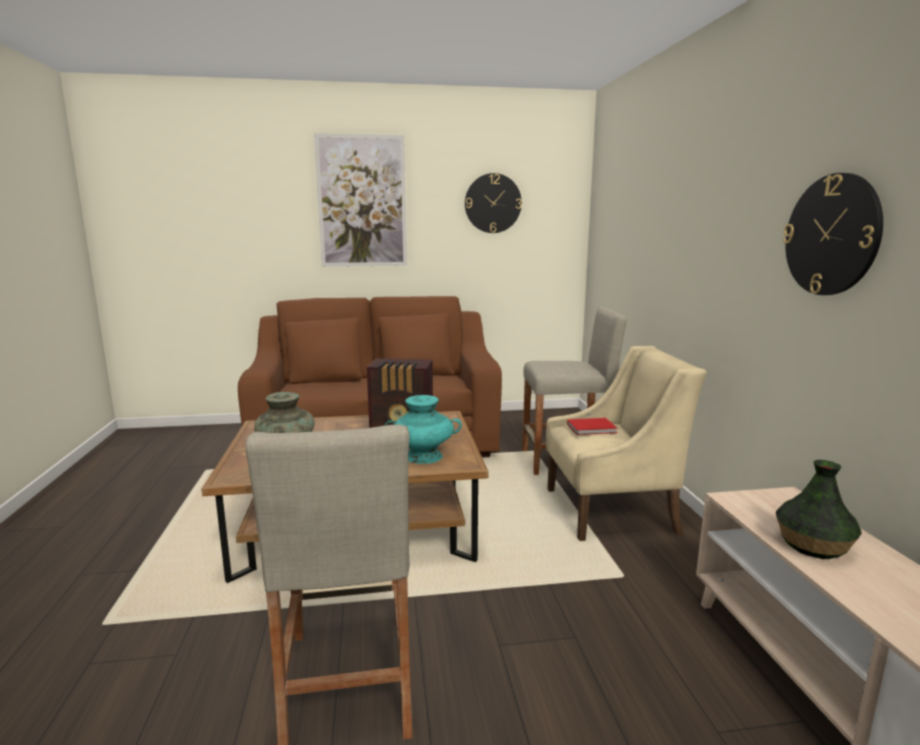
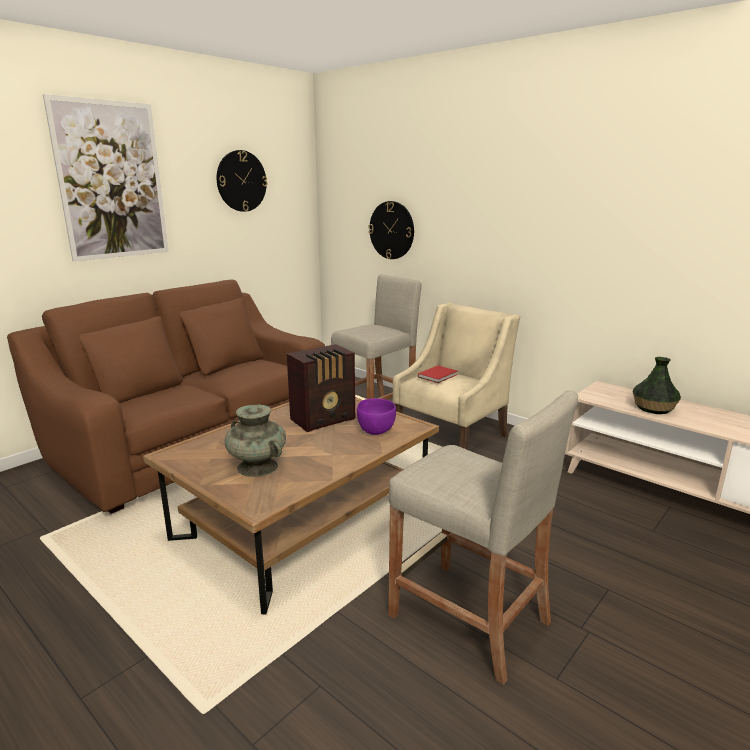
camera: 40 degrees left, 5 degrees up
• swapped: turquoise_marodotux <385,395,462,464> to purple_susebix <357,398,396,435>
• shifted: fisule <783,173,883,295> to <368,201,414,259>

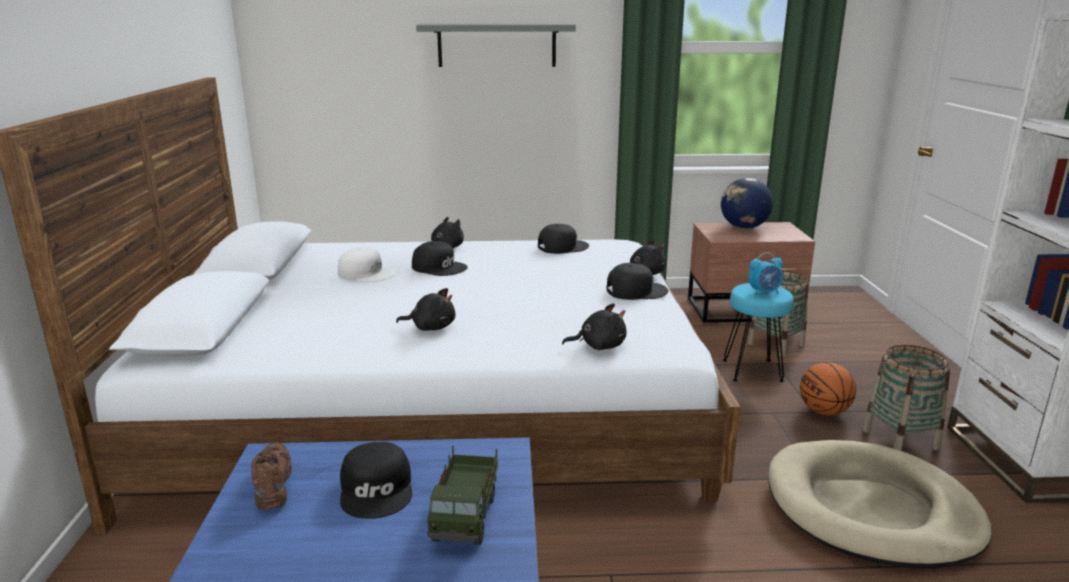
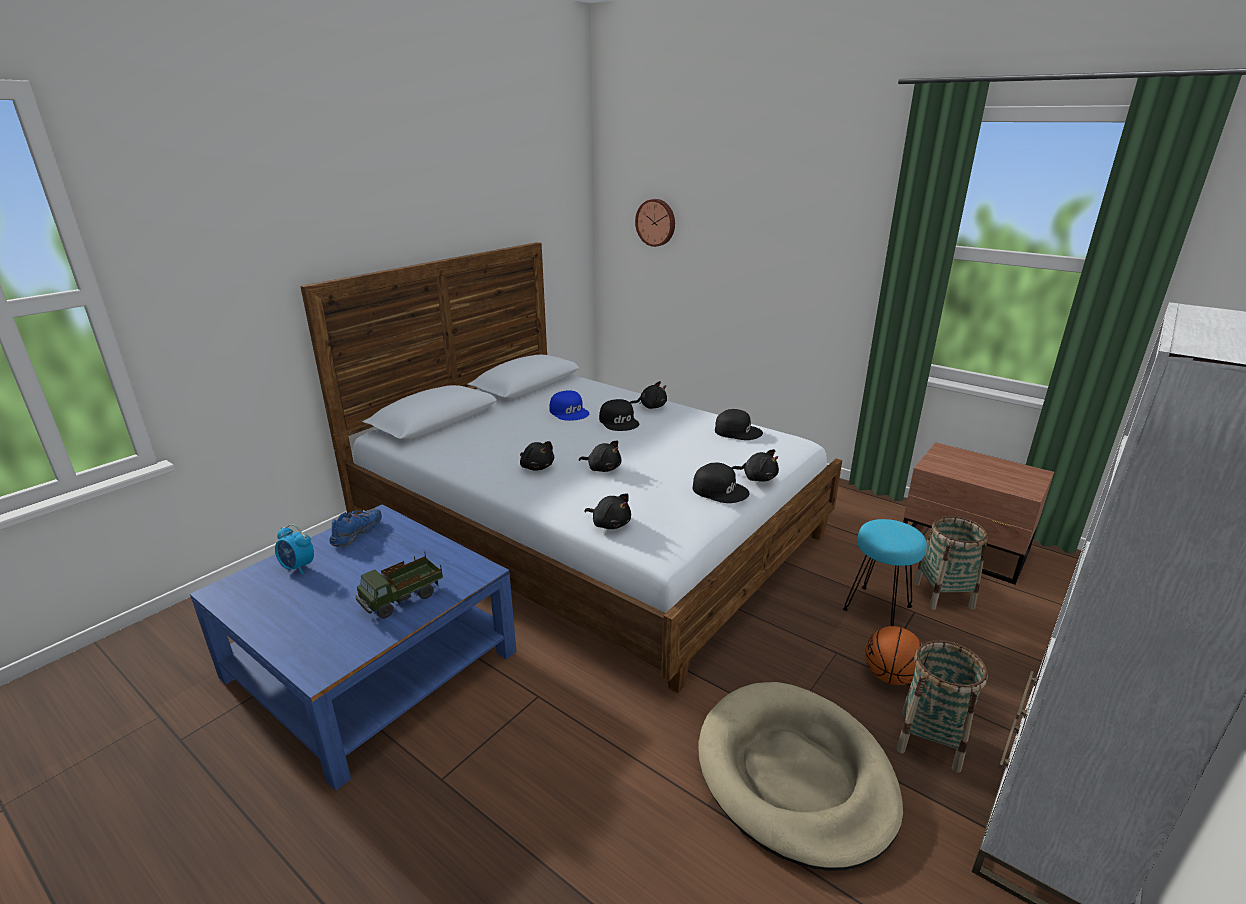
camera: 40 degrees right, 5 degrees up
• shifted: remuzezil <748,252,783,296> to <275,524,314,574>
• repainted: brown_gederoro <251,442,292,510> to blue_gederoro <330,509,382,547>
• repainted: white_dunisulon <338,247,396,282> to blue_dunisulon <549,390,589,421>
• new: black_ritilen <579,441,621,472>
• new: fisule <635,199,675,247>
• gone: black_dunisulon <340,442,412,519>
• gone: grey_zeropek <416,23,576,67>
• gone: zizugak <721,178,773,229>

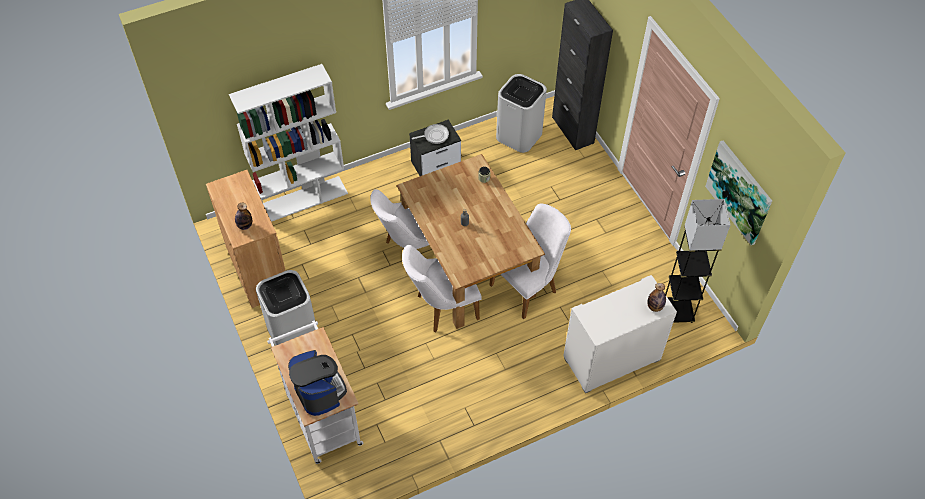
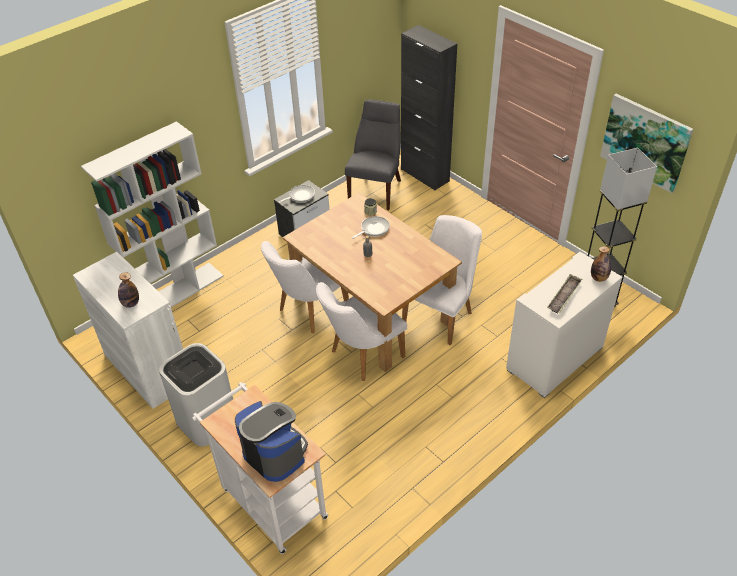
camera: 15 degrees left, 10 degrees down
• repainted: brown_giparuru <206,170,286,308> to white_giparuru <73,252,183,409>
• swapped: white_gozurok <496,74,547,153> to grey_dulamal <345,100,401,210>
• new: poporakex <352,216,390,239>
• new: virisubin <547,274,582,314>

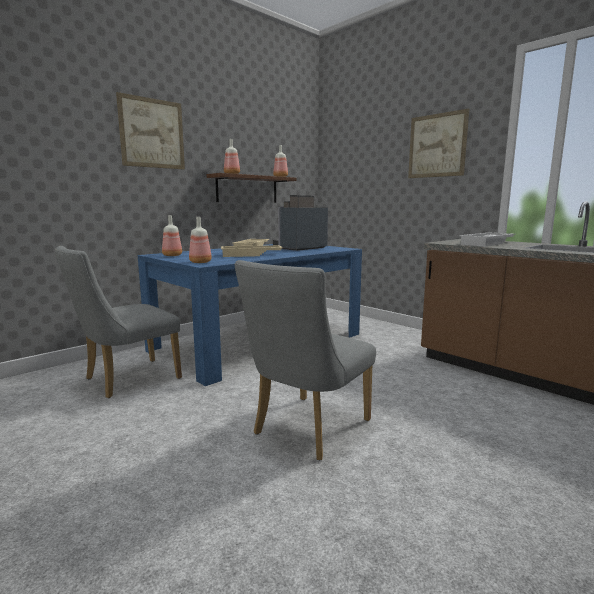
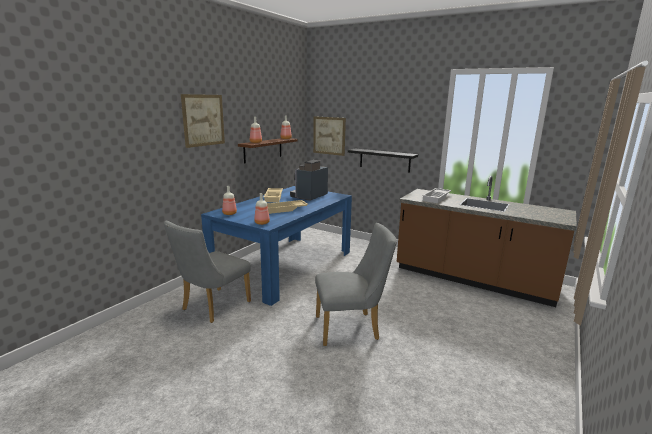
camera: 15 degrees left, 5 degrees up
• shifted: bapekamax <408,109,469,178> to <313,116,346,156>
• rotated: grey_dulamal <235,260,376,460> = <315,223,397,346> 120 degrees counterclockwise
• new: black_zeropek <348,149,418,173>

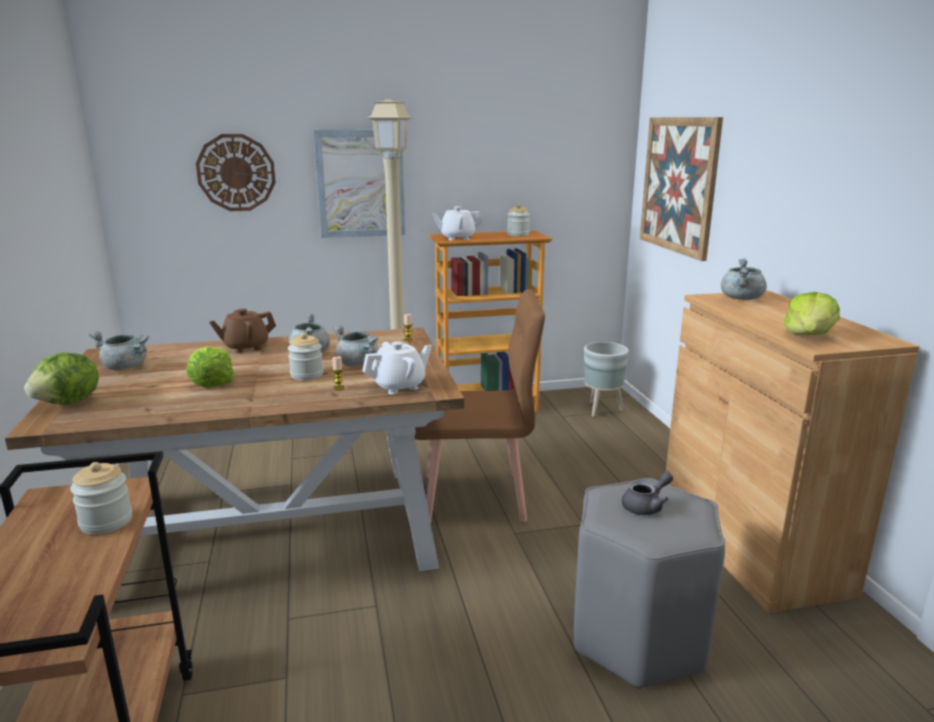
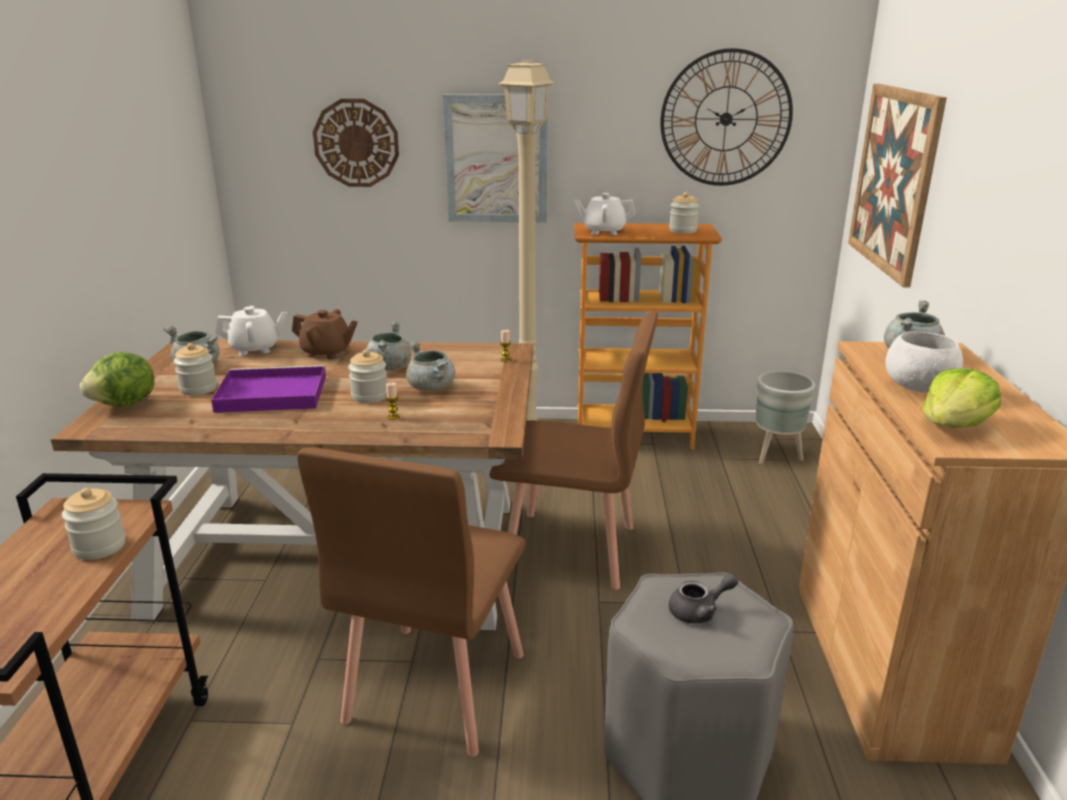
camera: 15 degrees right, 5 degrees up
• new: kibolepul <174,343,217,396>
• swapped: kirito <187,346,235,387> to purple_virisubin <211,365,326,413>
• shifted: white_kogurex <362,341,432,394> to <216,306,287,355>
• rotated: brown_kogurex <209,309,276,353> = <292,309,358,359> 150 degrees counterclockwise
• new: brown_dulamal <297,448,526,757>
• new: fisule <660,48,793,186>
• new: white_susebix <886,332,963,393>

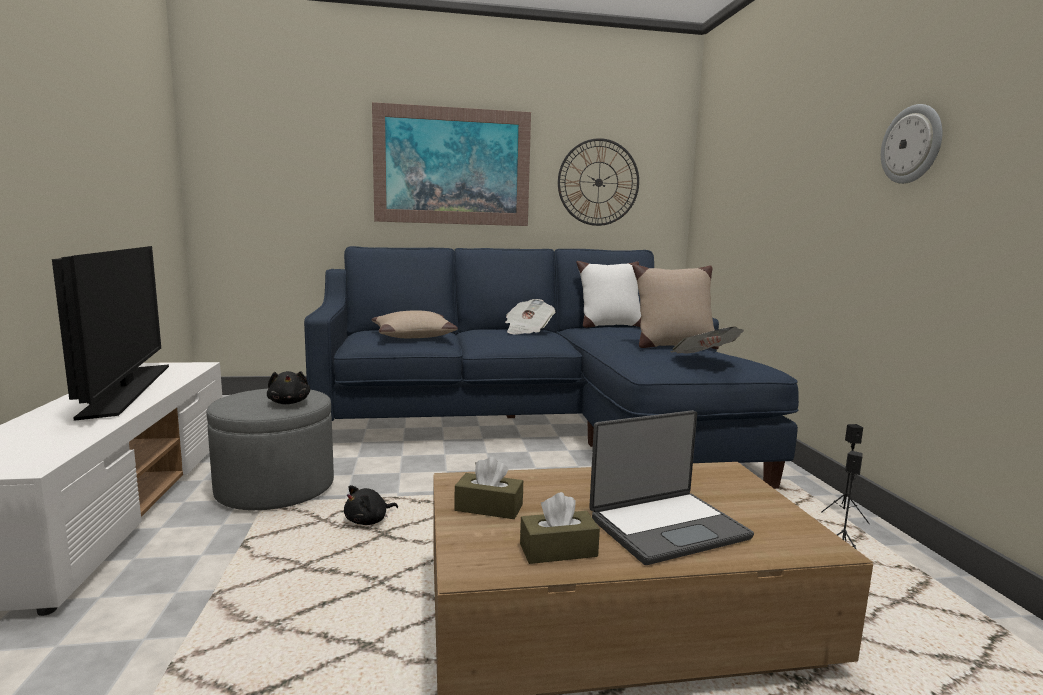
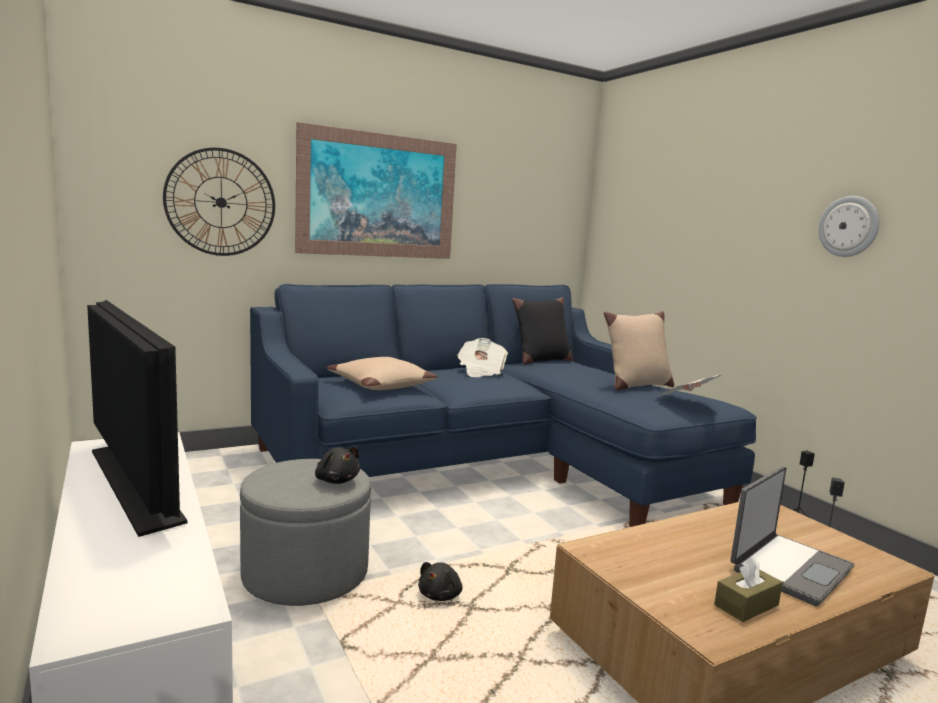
camera: 20 degrees left, 0 degrees up
• shifted: fisule <558,138,639,226> to <163,147,275,256>
• repainted: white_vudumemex <576,261,641,328> to black_vudumemex <512,297,573,364>
• gone: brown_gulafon <455,457,523,519>

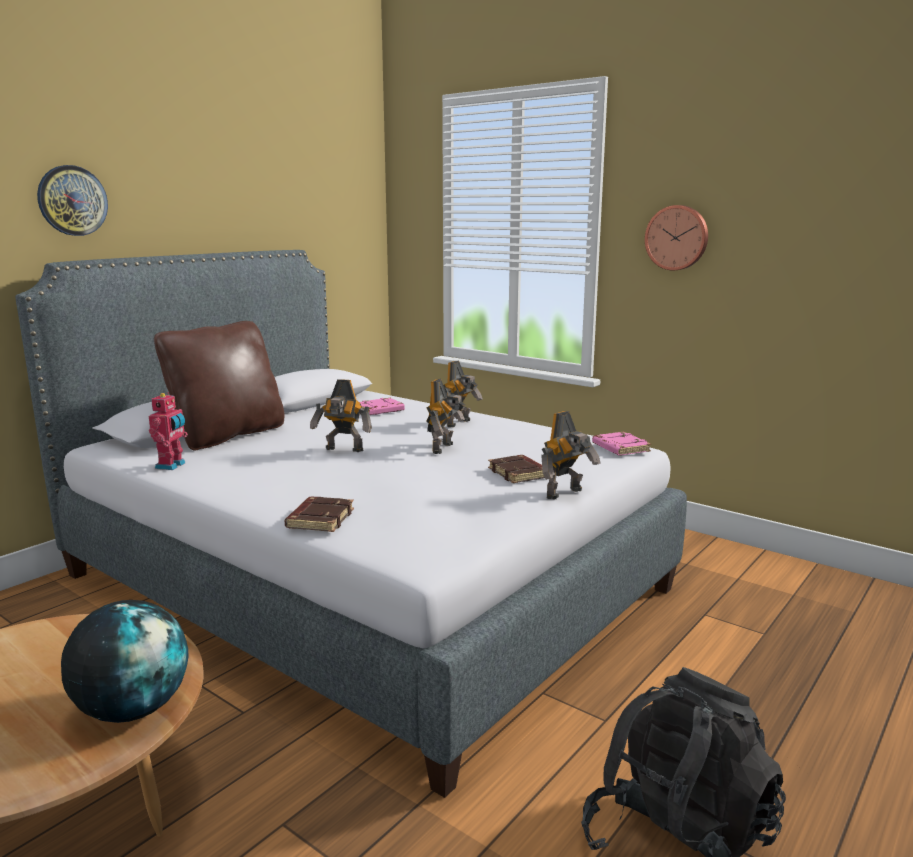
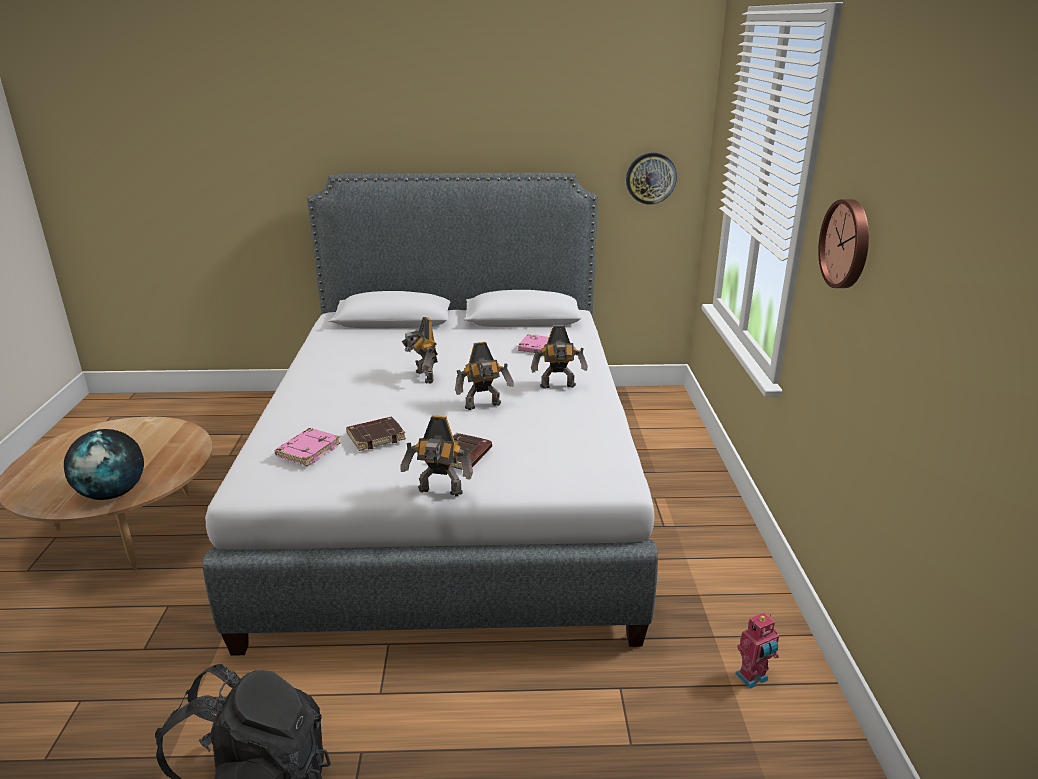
camera: 50 degrees right, 10 degrees up
• shifted: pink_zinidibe <592,432,651,456> to <274,428,340,466>
• shifted: brown_zinidibe <285,497,354,532> to <346,417,406,451>
• shifted: fisule <37,165,108,236> to <626,153,677,204>
• shifted: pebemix <149,392,188,470> to <735,612,779,689>
• gone: brown_vudumemex <154,321,285,451>

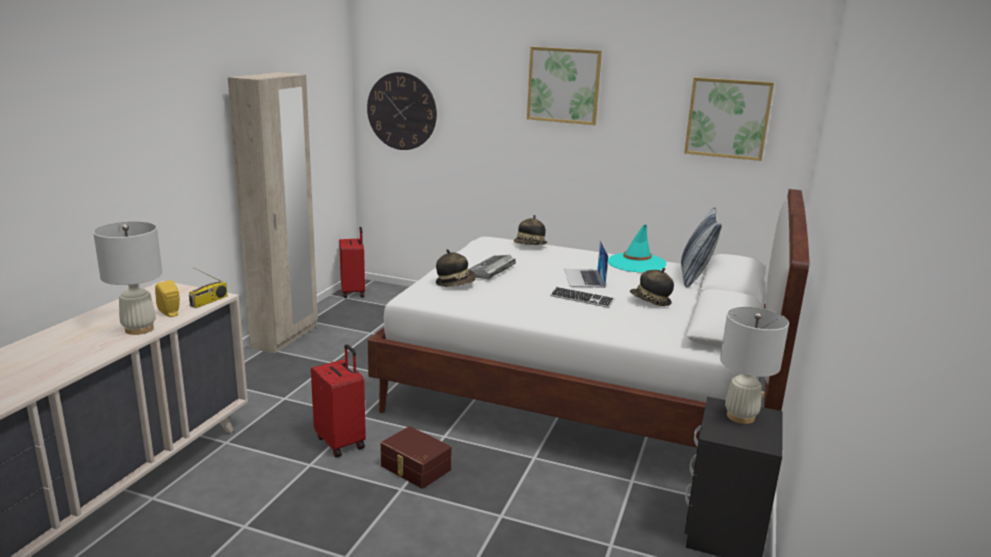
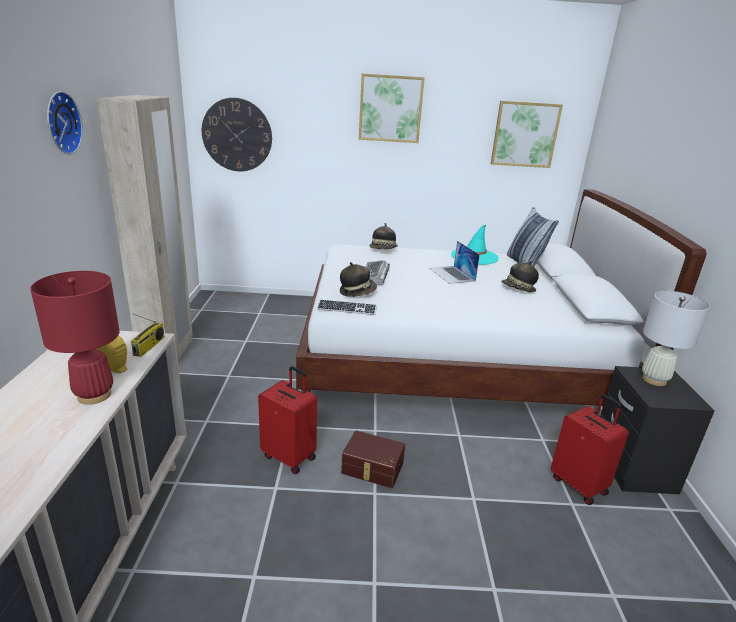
camera: 20 degrees left, 5 degrees up
• repainted: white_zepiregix <93,222,162,335> to red_zepiregix <30,271,120,405>
• new: fisule <47,91,83,154>
• shifted: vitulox <550,287,615,308> to <317,299,377,315>
• shifted: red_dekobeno <339,227,365,298> to <551,395,629,505>

